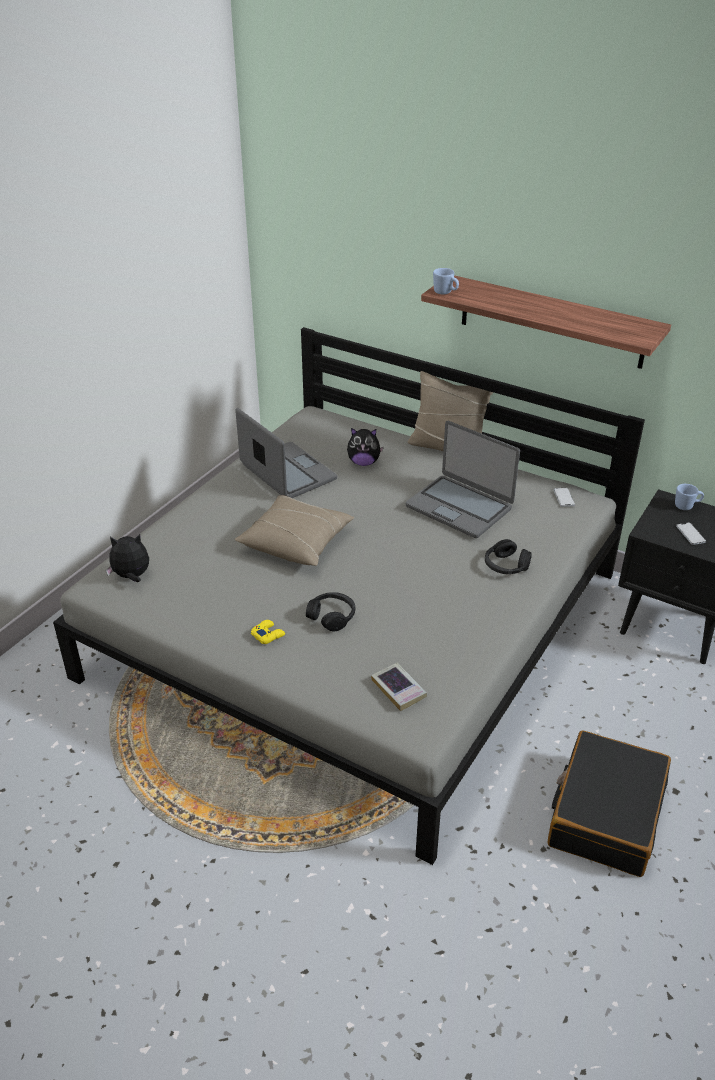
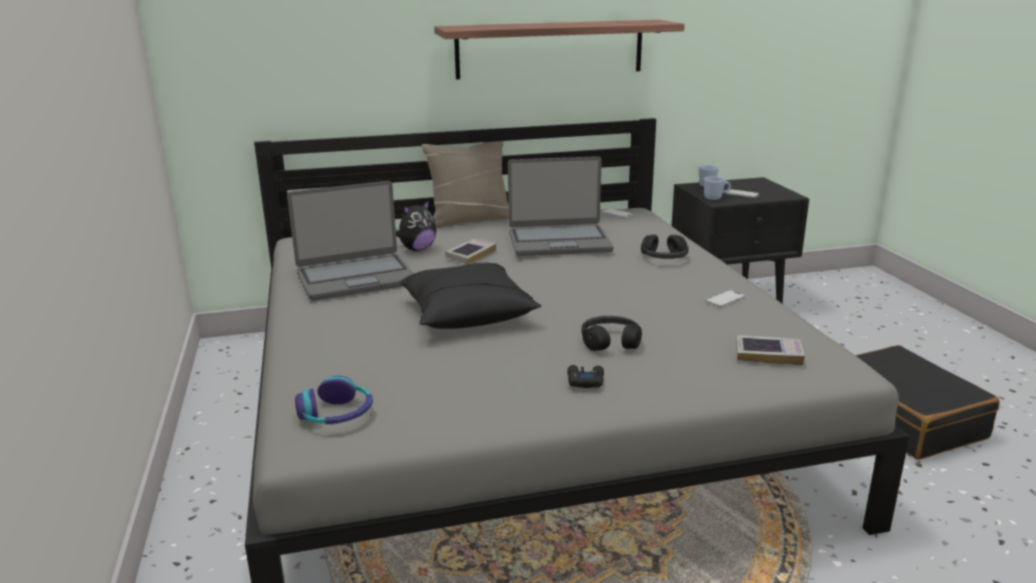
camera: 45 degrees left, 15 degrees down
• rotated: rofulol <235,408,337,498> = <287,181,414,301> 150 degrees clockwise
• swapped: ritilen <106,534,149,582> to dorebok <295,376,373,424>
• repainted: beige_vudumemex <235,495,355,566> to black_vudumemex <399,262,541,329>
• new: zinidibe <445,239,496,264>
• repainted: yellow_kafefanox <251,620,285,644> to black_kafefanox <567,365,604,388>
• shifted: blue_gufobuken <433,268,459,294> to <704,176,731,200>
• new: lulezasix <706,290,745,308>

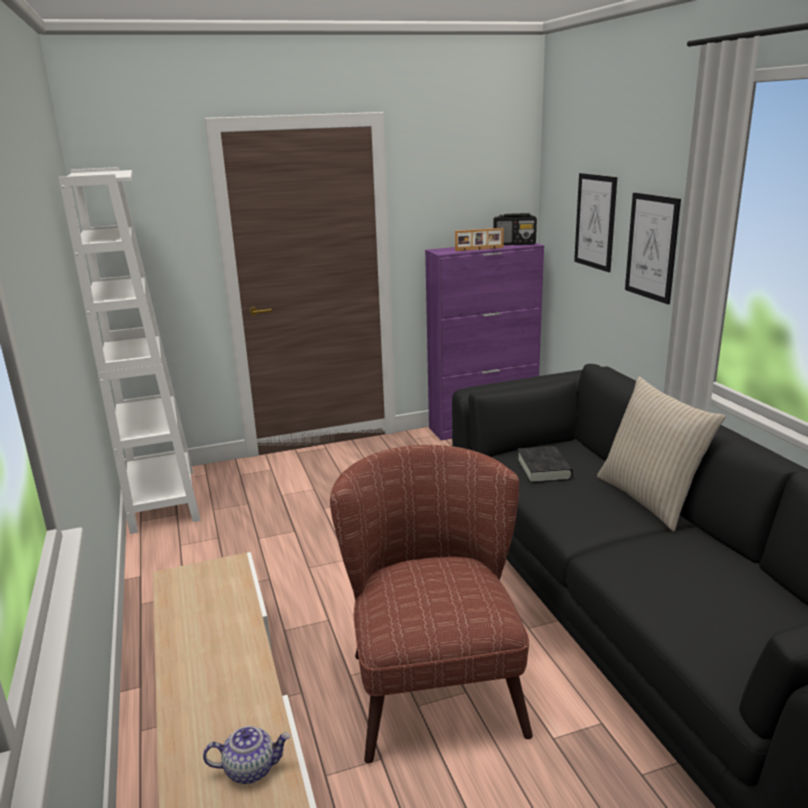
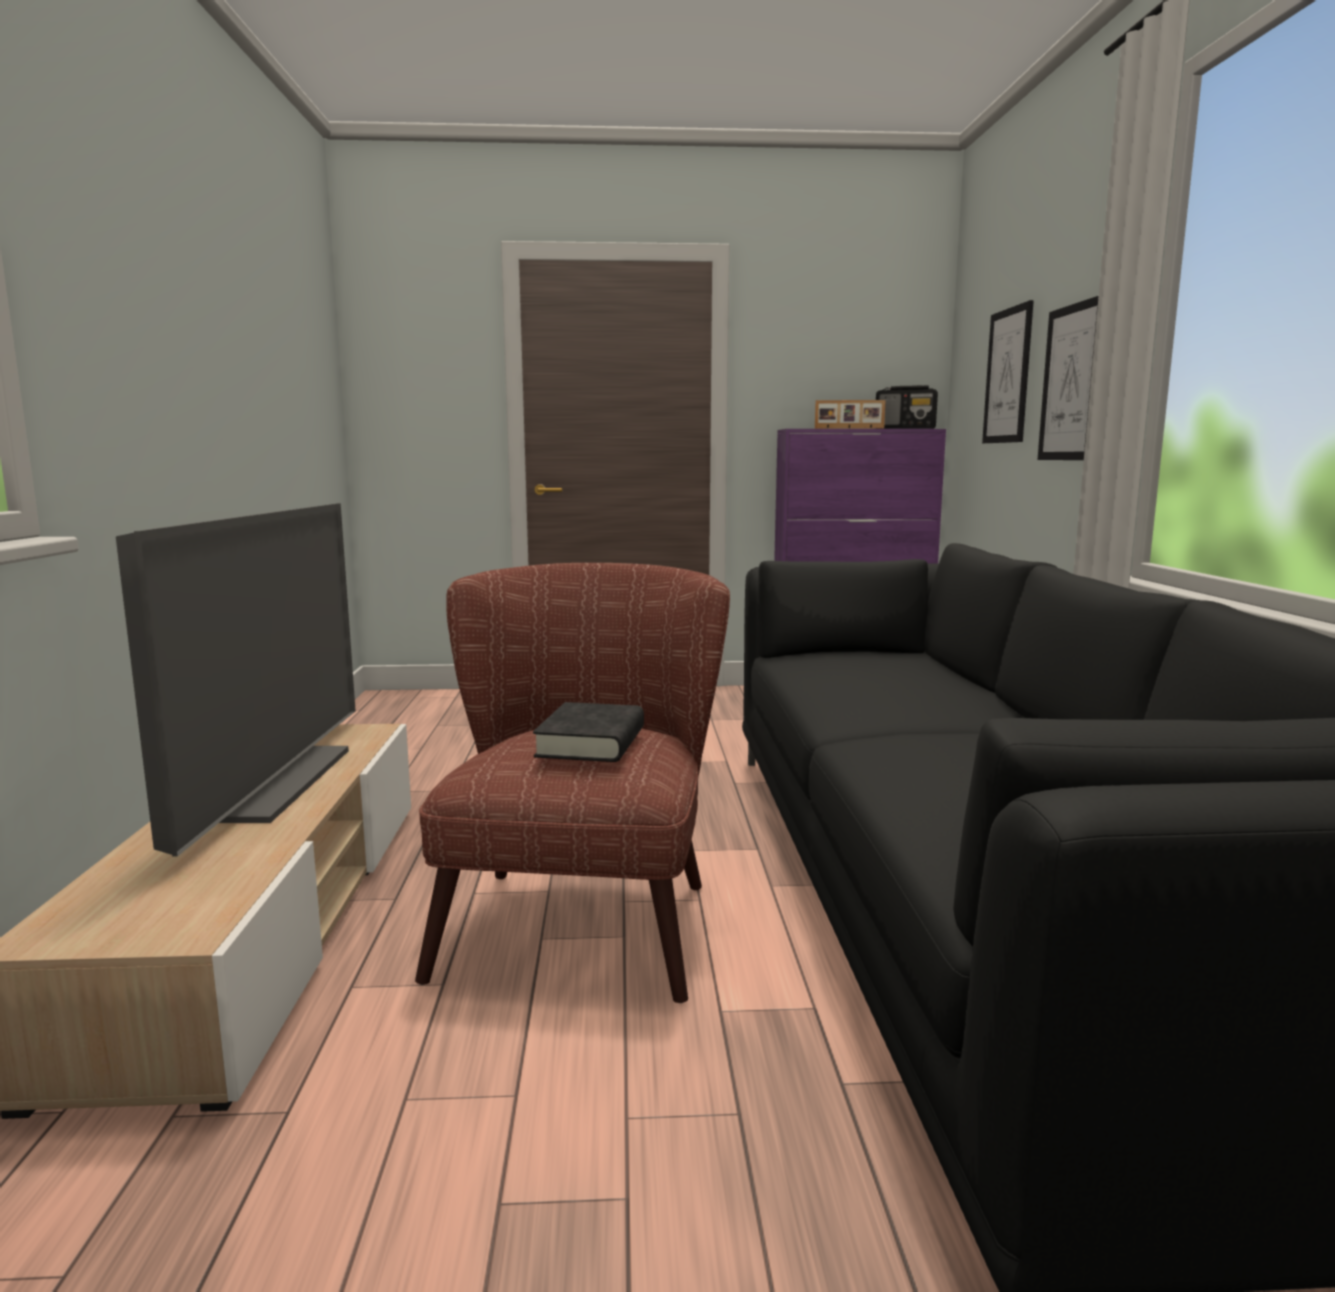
camera: 15 degrees right, 10 degrees down
• new: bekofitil <116,503,355,856>
• shifted: black_zinidibe <517,446,573,483> to <533,702,644,762>
• gone: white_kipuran <59,167,201,534>
• gone: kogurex <203,726,290,784>
• gone: beige_vudumemex <597,377,725,531>

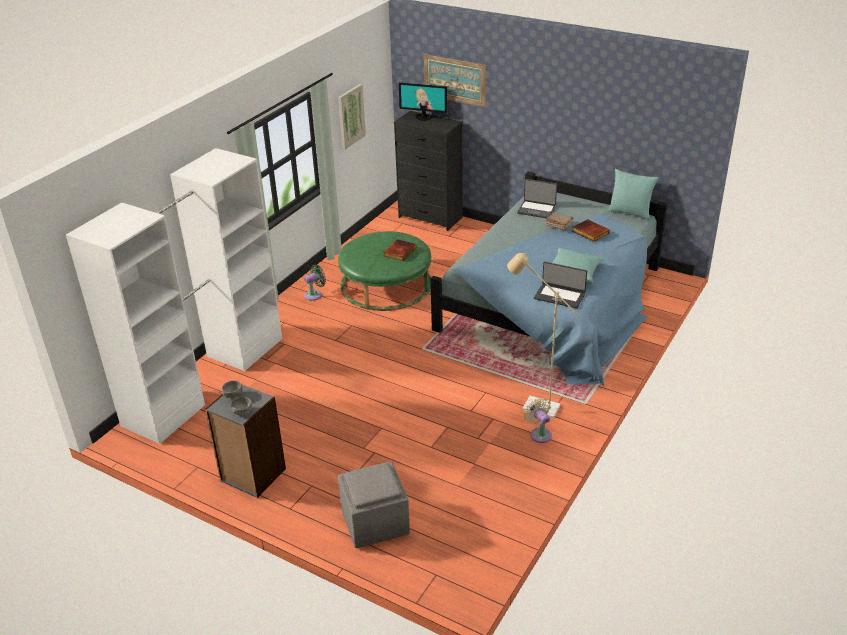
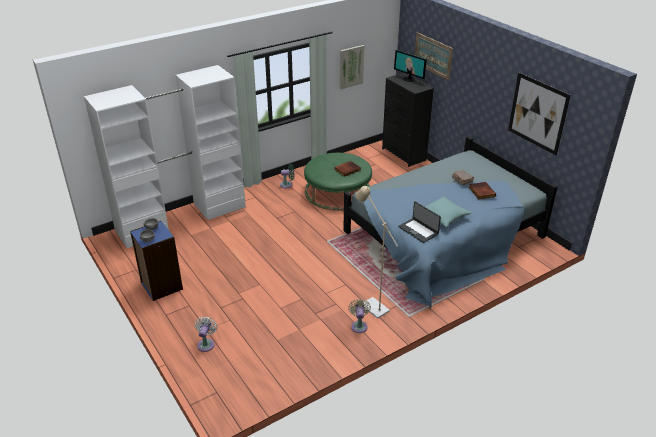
camera: 25 degrees right, 0 degrees up
• repainted: grey_kipuran <205,384,286,498> to blue_kipuran <130,221,183,301>
• swapped: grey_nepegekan <338,462,410,548> to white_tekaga <195,316,217,352>
• new: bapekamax <508,73,571,155>
• gone: rofulol <517,179,557,218>
• gone: turquoise_vudumemex <607,169,659,220>

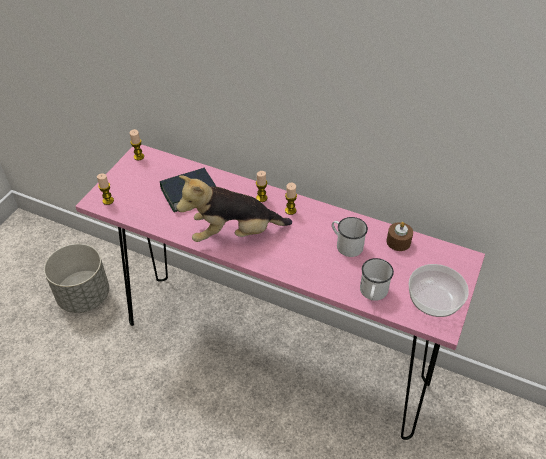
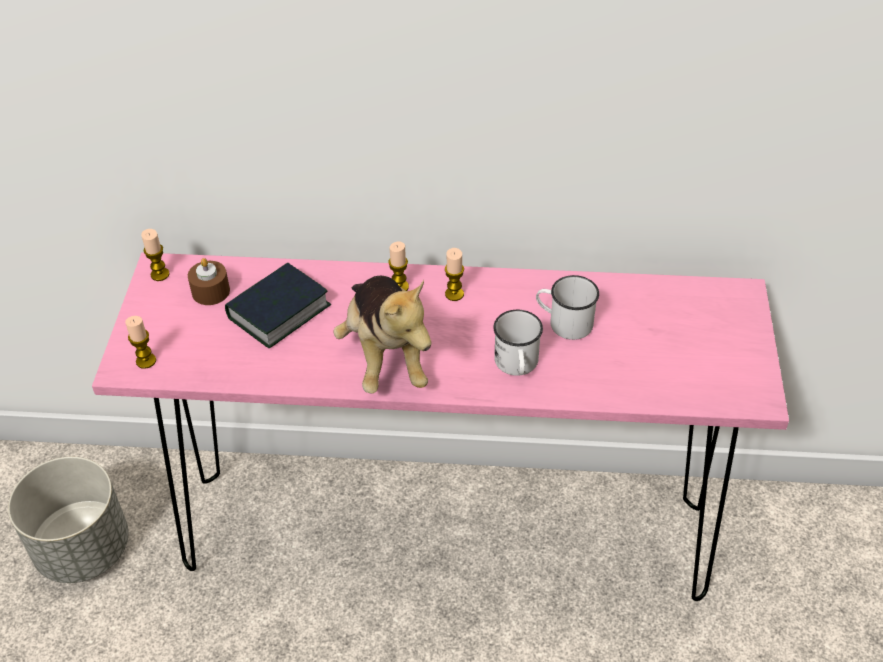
camera: 20 degrees left, 0 degrees up
• shifted: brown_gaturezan <387,222,413,251> to <188,258,230,305>
• rotated: ritilen <176,175,292,242> = <333,276,432,394> 75 degrees counterclockwise
• shifted: white_gufobuken <360,258,394,301> to <493,310,543,376>
• gone: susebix <409,264,469,317>

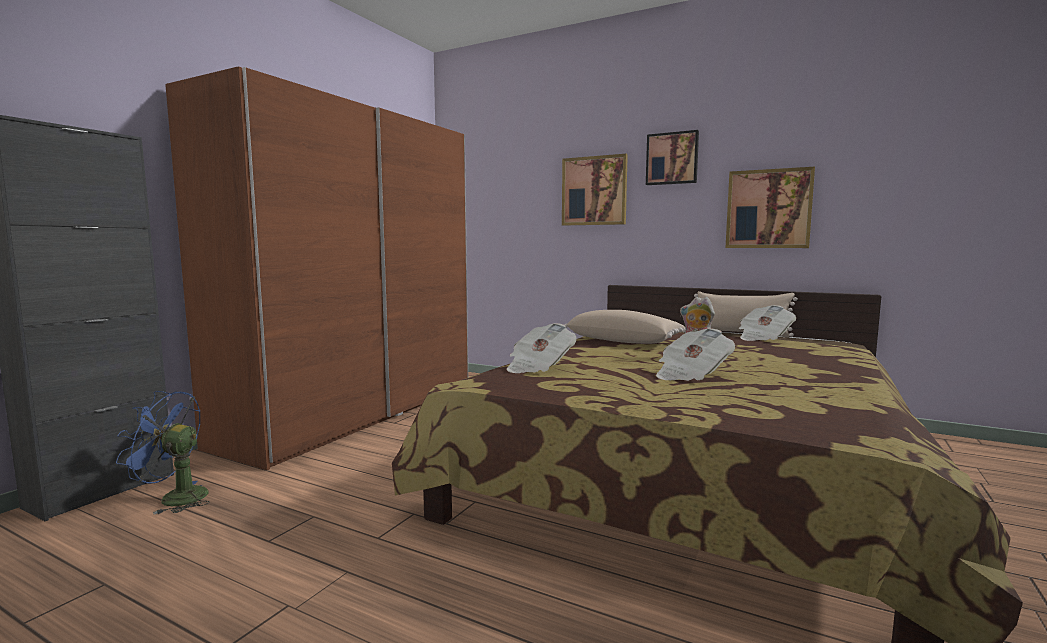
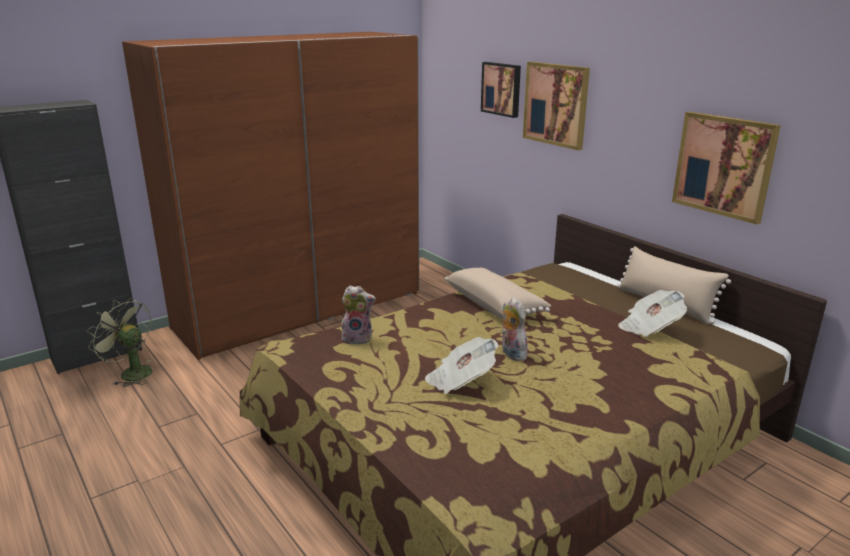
camera: 25 degrees right, 15 degrees up
• repainted: blue_tekaga <116,391,210,514> to green_tekaga <86,298,152,387>
• swapped: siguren <507,323,577,373> to ritilen <341,285,376,345>
• shifted: bapekamax <646,130,699,185> to <481,62,521,118>

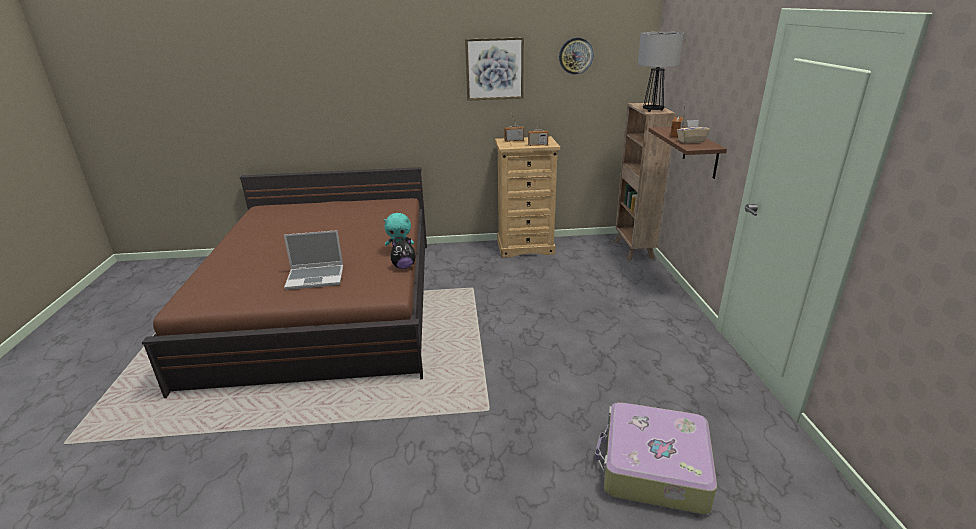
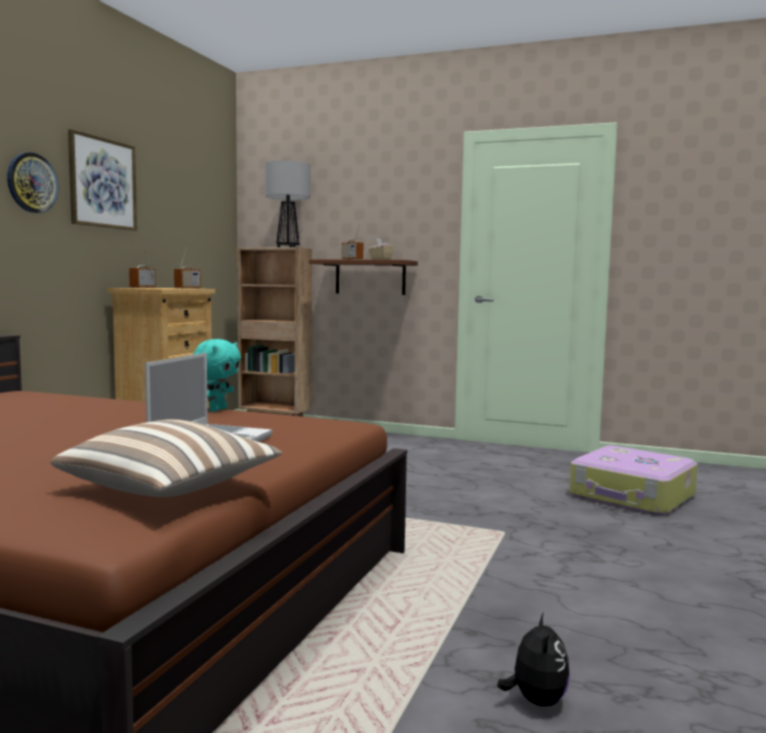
camera: 65 degrees left, 20 degrees down
• shifted: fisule <559,38,593,74> to <7,152,58,213>
• new: vudumemex <50,419,282,497>
• shifted: ritilen <391,238,416,269> to <497,612,570,706>

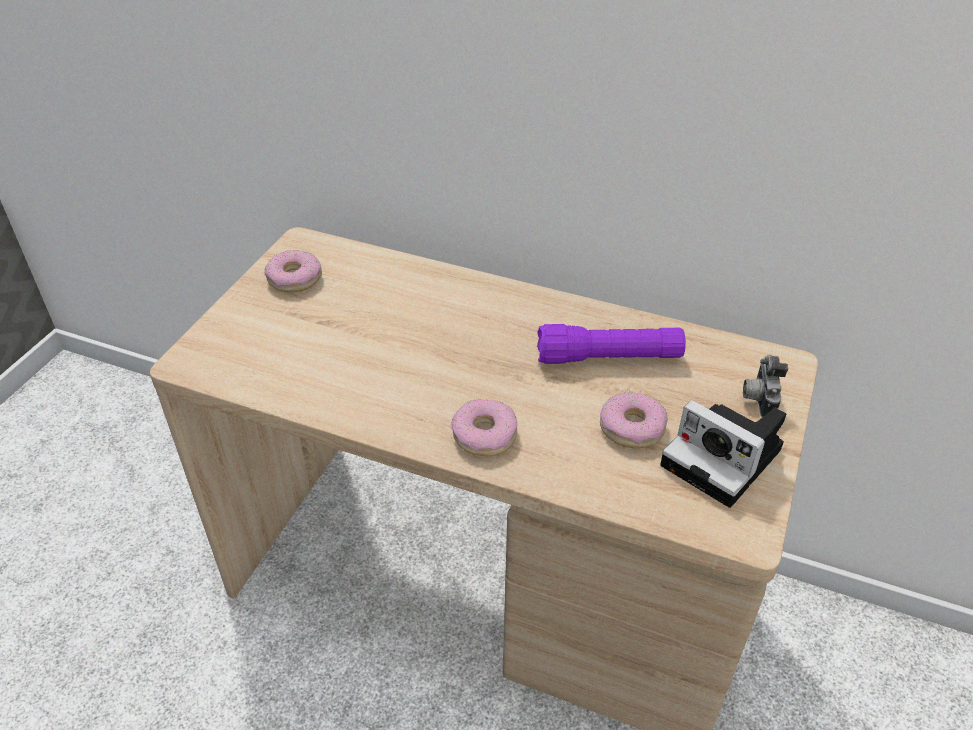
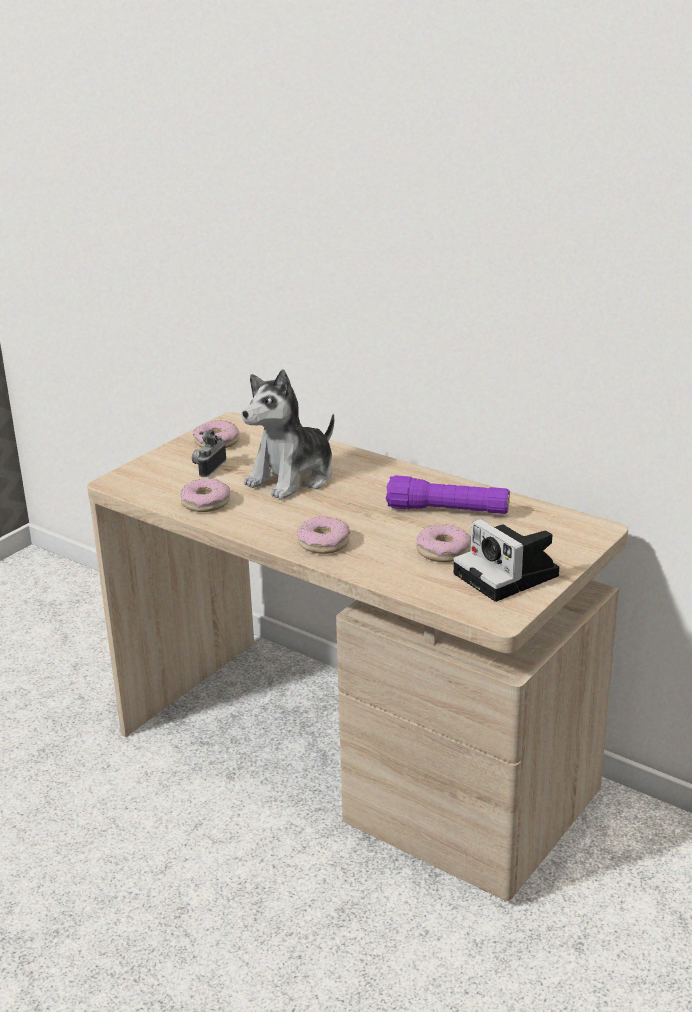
camera: 15 degrees right, 15 degrees down
• new: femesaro <180,478,230,512>
• shifted: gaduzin <743,354,788,417> to <192,430,226,477>
• new: ritilen <242,369,334,500>

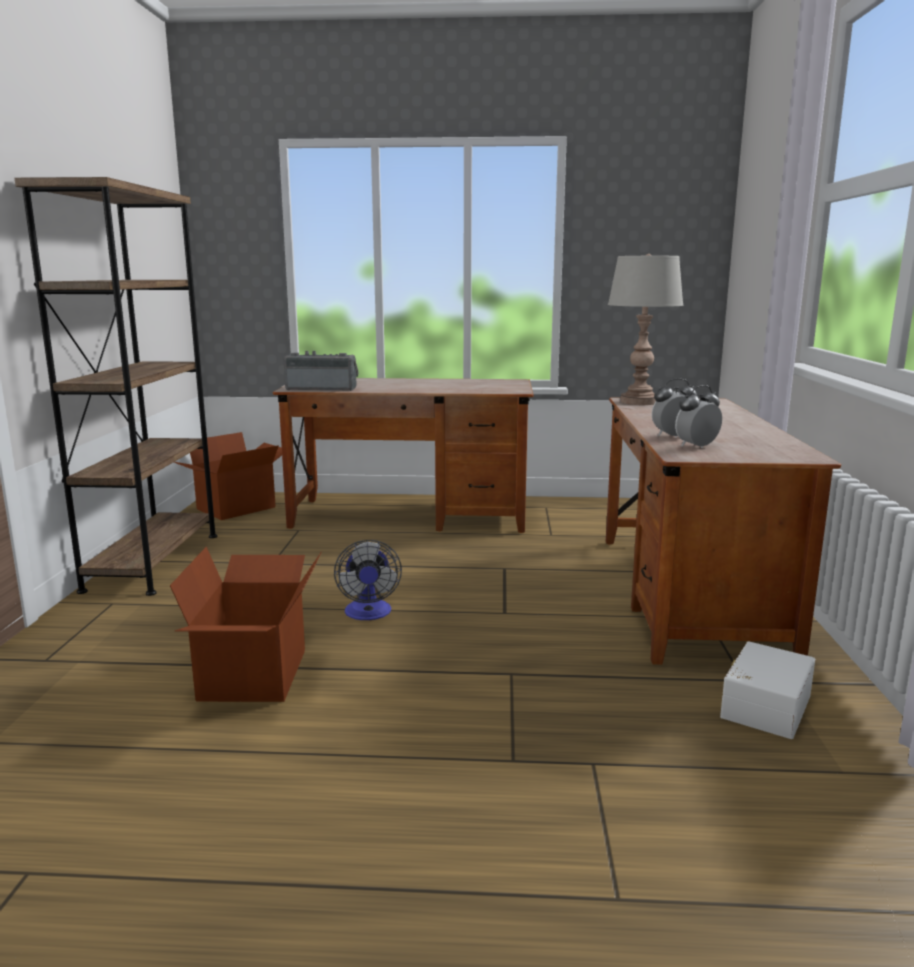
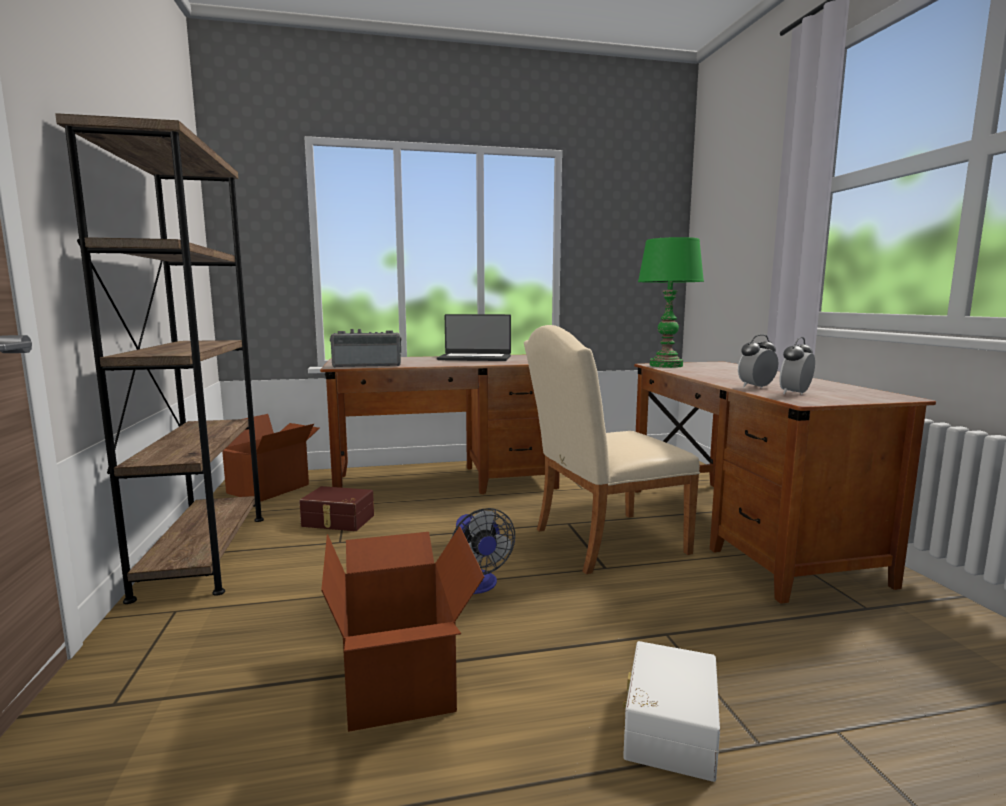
camera: 15 degrees left, 5 degrees down
• new: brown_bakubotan <299,486,374,531>
• new: rofulol <437,314,511,361>
• new: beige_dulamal <524,325,700,574>
• shifted: white_bakubotan <720,641,815,739> to <623,641,720,782>
• repainted: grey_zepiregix <608,254,684,405> to green_zepiregix <638,237,704,368>

